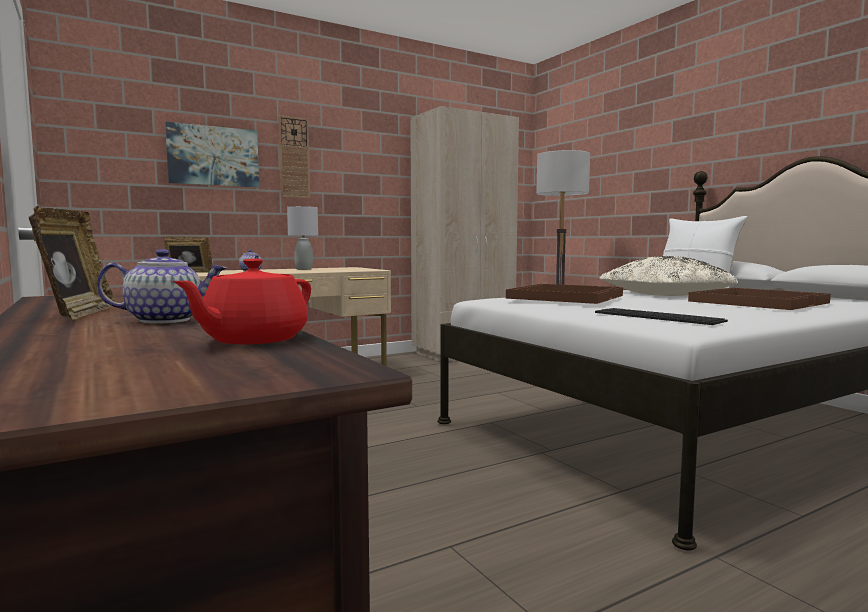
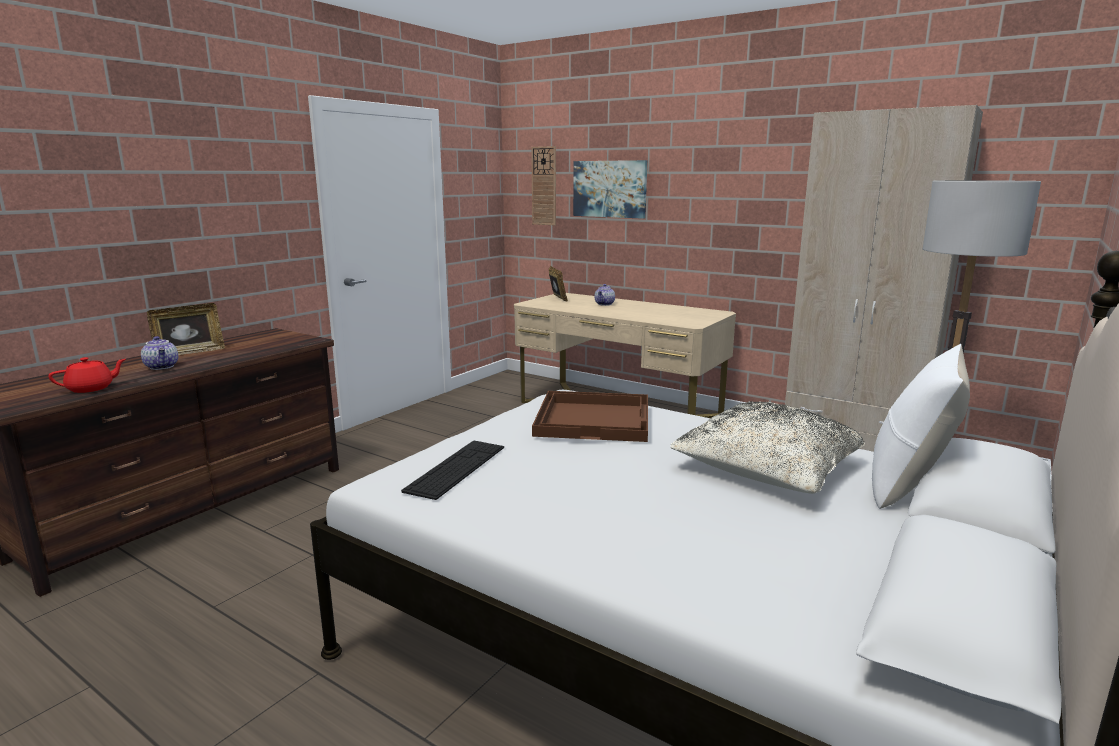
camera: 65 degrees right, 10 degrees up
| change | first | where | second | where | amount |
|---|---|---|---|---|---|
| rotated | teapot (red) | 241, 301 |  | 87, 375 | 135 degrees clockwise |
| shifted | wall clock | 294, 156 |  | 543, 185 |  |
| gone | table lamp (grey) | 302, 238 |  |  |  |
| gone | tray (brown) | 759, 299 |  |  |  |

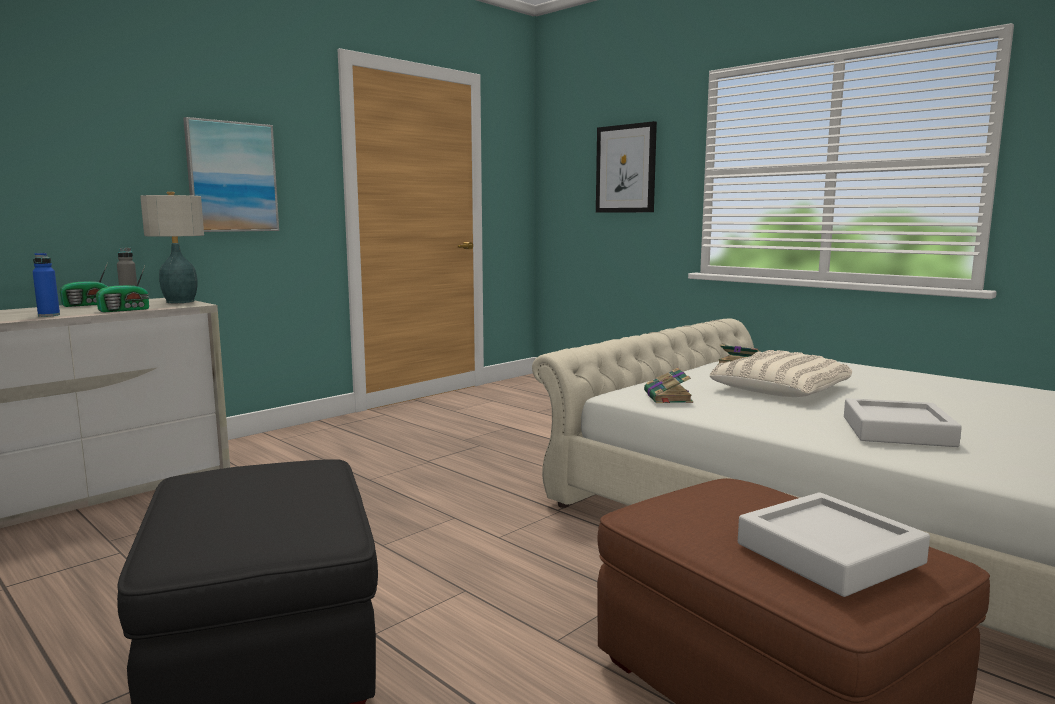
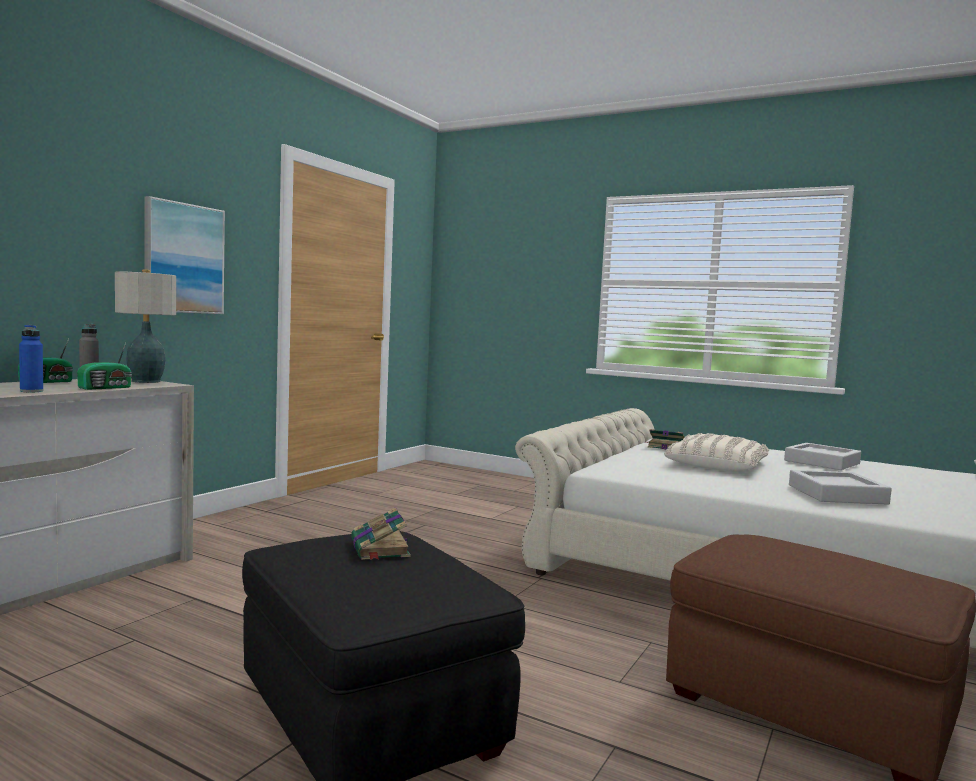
camera: 15 degrees left, 5 degrees down
| change | first | where | second | where | amount |
|---|---|---|---|---|---|
| shifted | book | 668, 385 |  | 381, 533 |  |
| shifted | tray (grey) | 834, 544 |  | 822, 456 |  |
| gone | picture | 626, 167 |  |  |  |

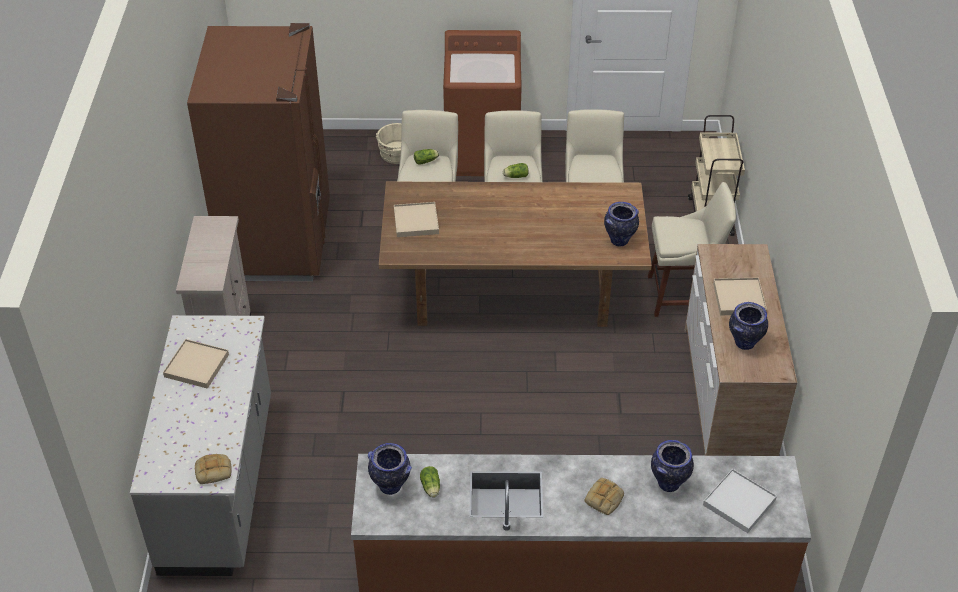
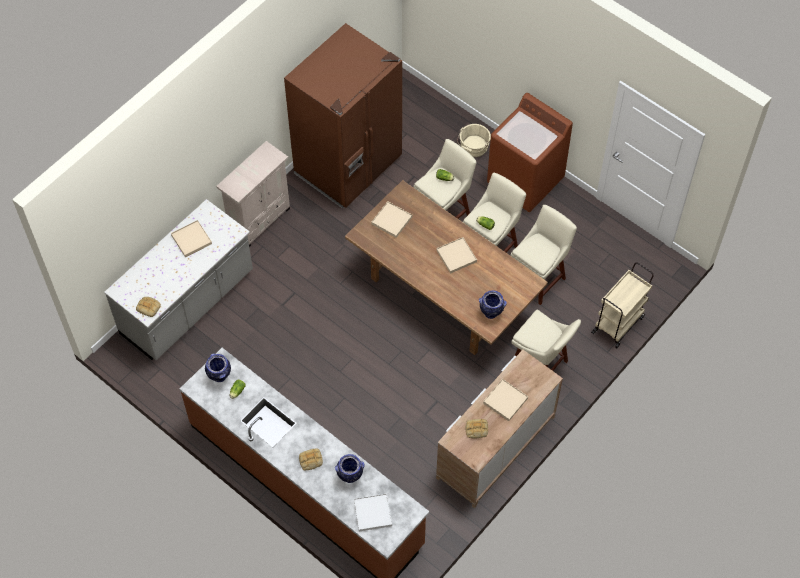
camera: 40 degrees right, 15 degrees up
| change | first | where | second | where | amount |
|---|---|---|---|---|---|
| new |  |  | tray (beige) | 457, 255 |  |
| swapped | vase | 748, 326 | bread | 477, 429 |  |

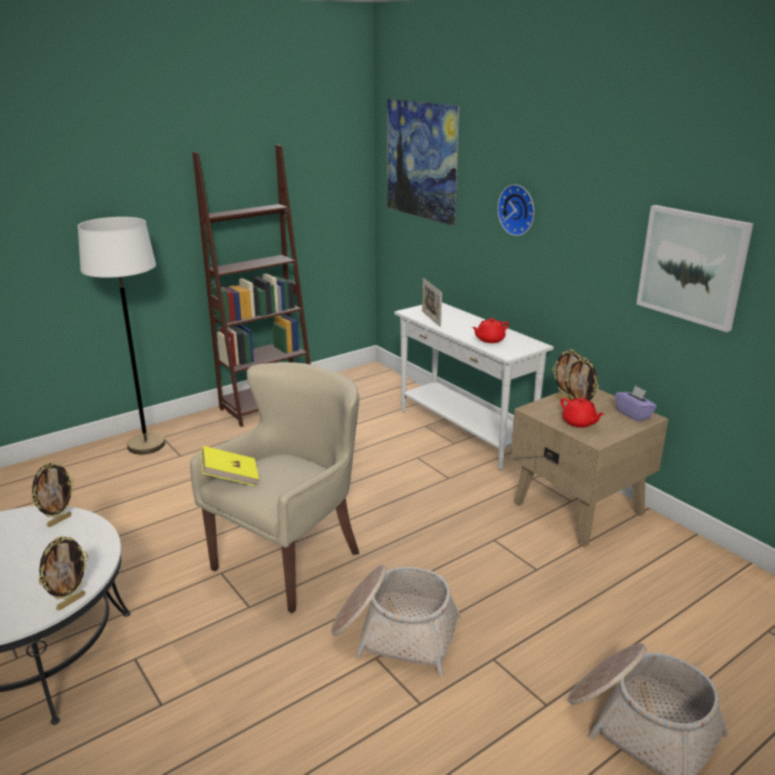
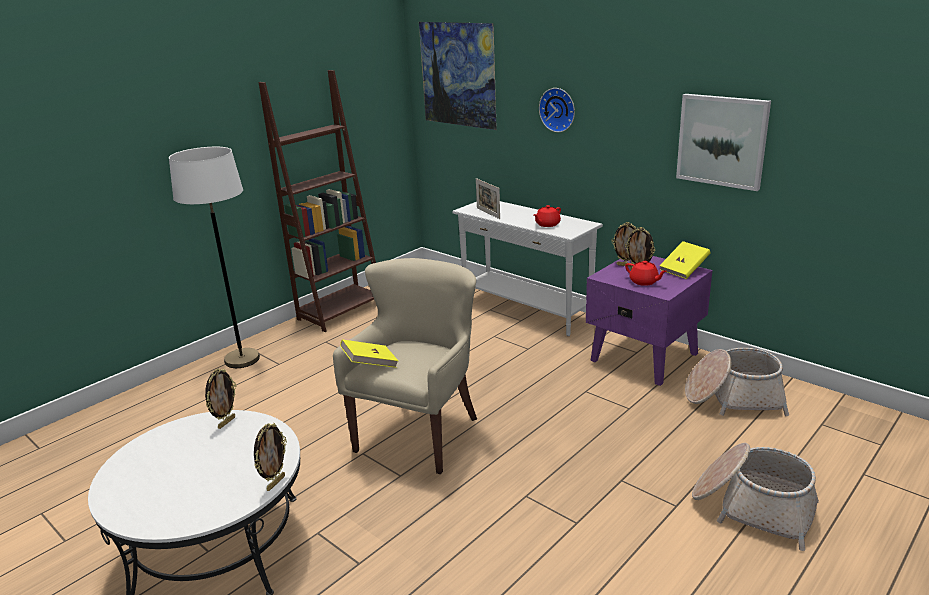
camera: 10 degrees left, 0 degrees up
| change | first | where | second | where | amount |
|---|---|---|---|---|---|
| repainted | nightstand (beige) | 589, 468 | nightstand (purple) | 649, 321 |  |
| swapped | tissue box (purple) | 636, 403 | book (yellow) | 685, 260 |  |
| shifted | basket | 396, 620 |  | 737, 382 |  |

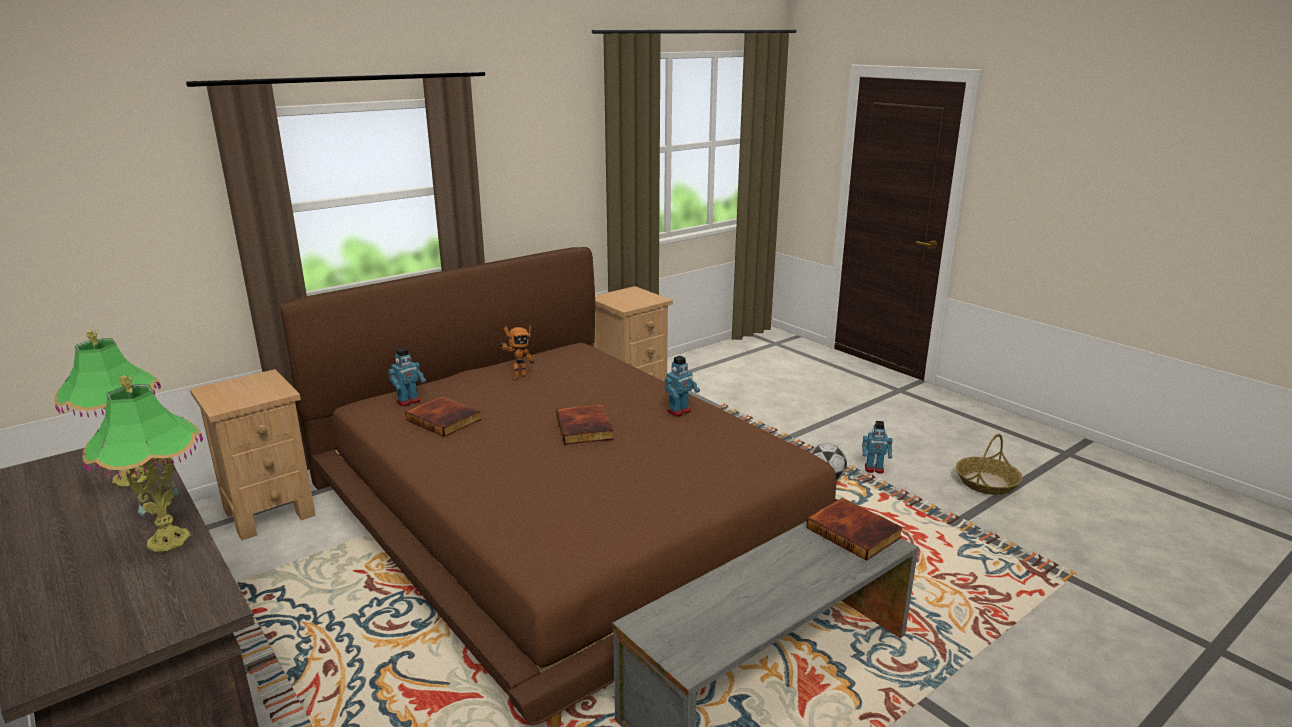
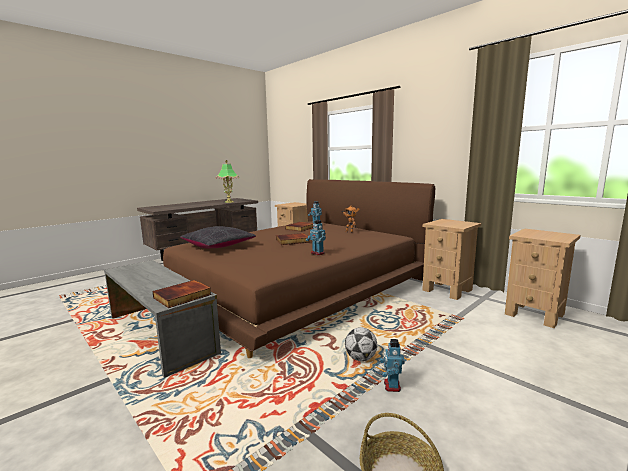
camera: 85 degrees right, 10 degrees down
| change | first | where | second | where | amount |
|---|---|---|---|---|---|
| new |  |  | pillow (black) | 218, 237 |  |
| new |  |  | nightstand (beige) | 542, 278 |  |
| gone | table lamp | 143, 463 |  |  |  |

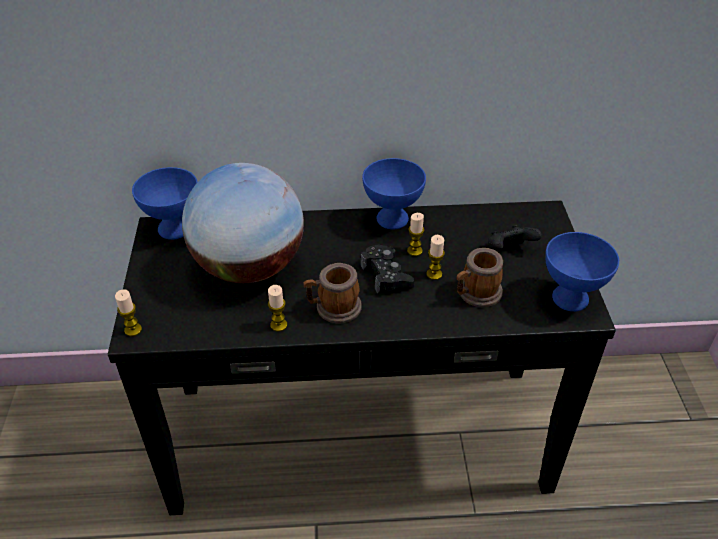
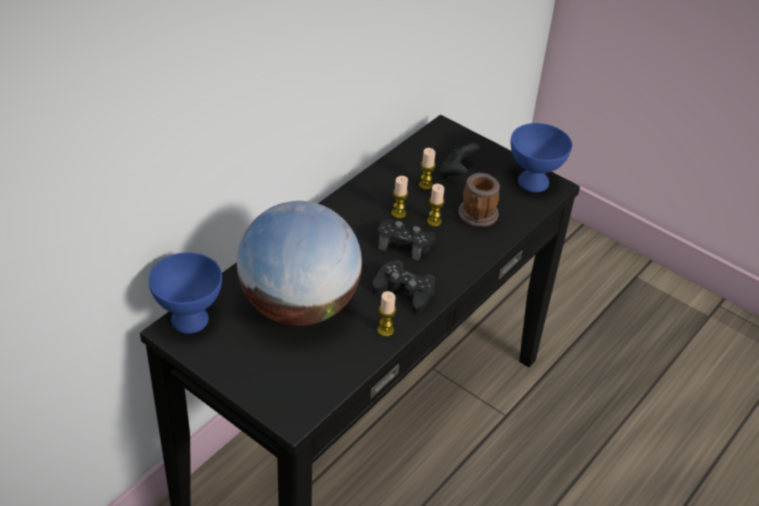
camera: 50 degrees left, 0 degrees up
| change | first | where | second | where | amount |
|---|---|---|---|---|---|
| swapped | mug | 332, 293 | game controller (black) | 403, 287 |  |
| shifted | candle | 128, 312 |  | 427, 169 |  |
| gone | bowl (blue) | 394, 194 |  |  |  |

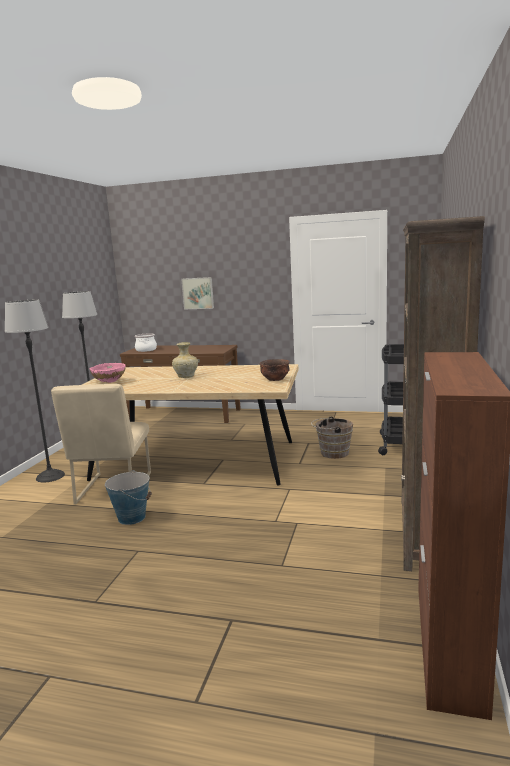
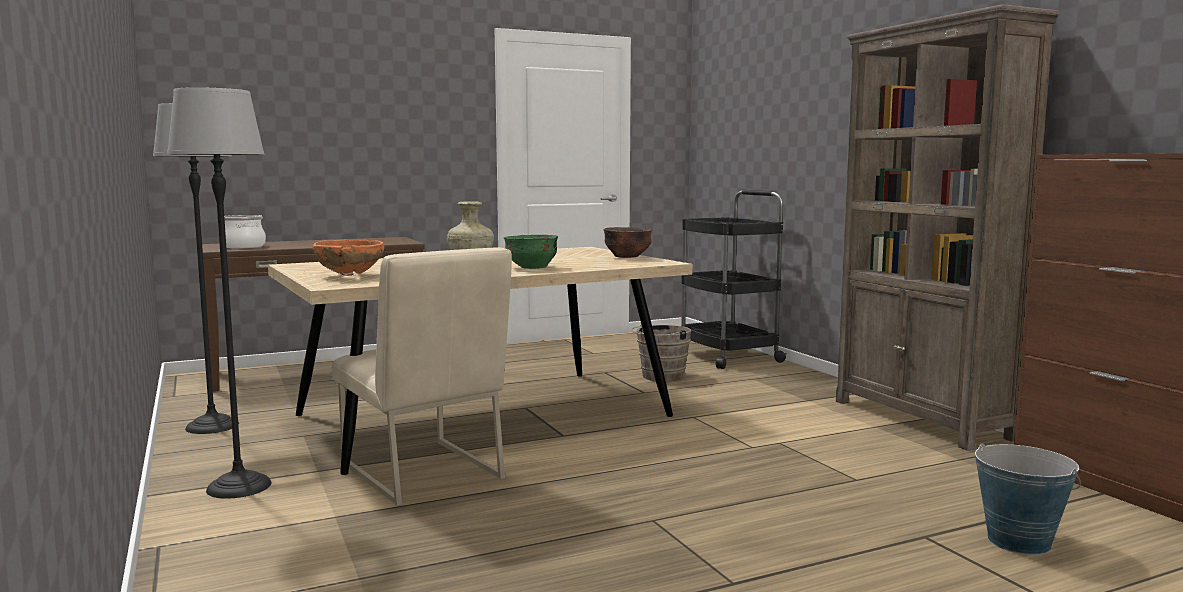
camera: 40 degrees left, 5 degrees down
| change | first | where | second | where | amount |
|---|---|---|---|---|---|
| repainted | bowl (pink) | 108, 373 | bowl (orange) | 348, 258 |  |
| new |  |  | bowl (green) | 531, 252 |  |
| shifted | bucket | 128, 497 |  | 1028, 499 |  |
| gone | picture | 197, 293 |  |  |  |

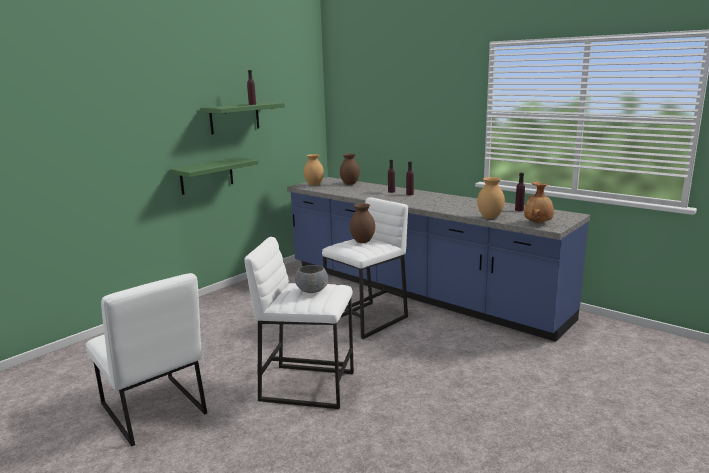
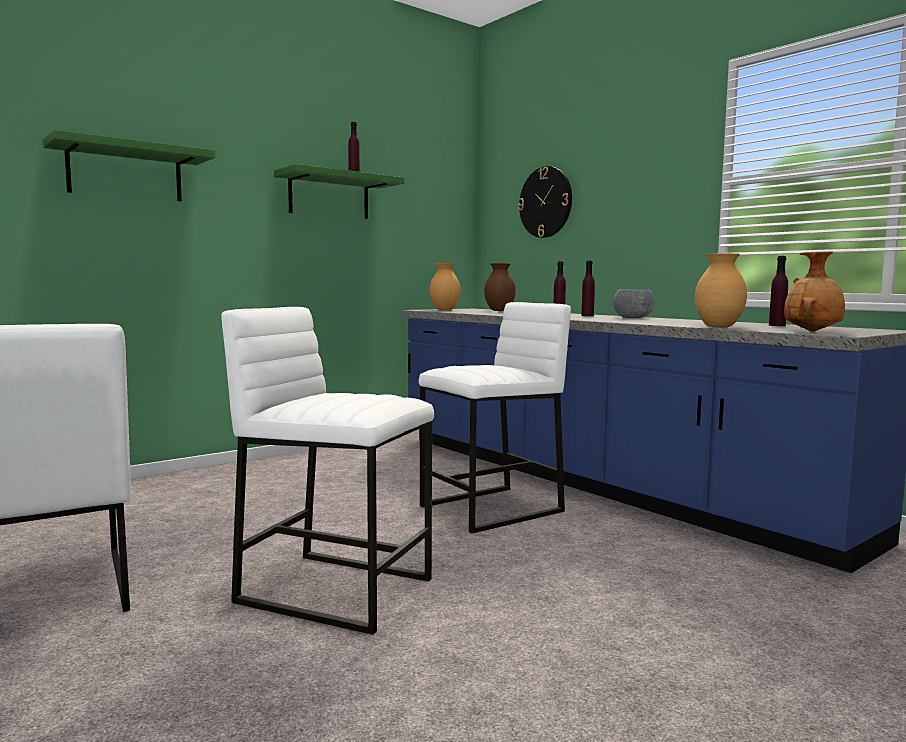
camera: 10 degrees right, 10 degrees down
| change | first | where | second | where | amount |
|---|---|---|---|---|---|
| shifted | shelf (green) | 214, 176 |  | 129, 166 |  |
| new |  |  | wall clock | 545, 202 |  |
| shifted | bowl (grey) | 311, 279 |  | 633, 303 |  |
| gone | vase (brown) | 362, 223 |  |  |  |

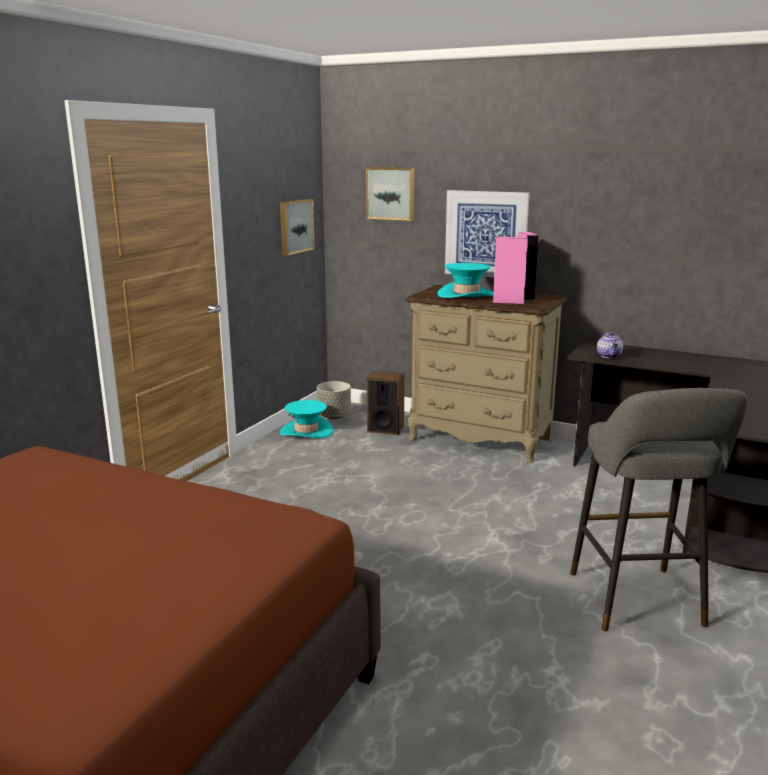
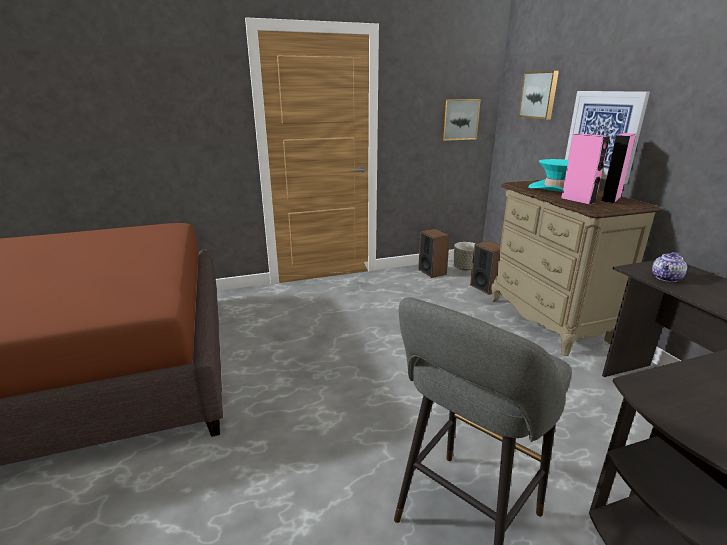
camera: 45 degrees right, 5 degrees up
| change | first | where | second | where | amount |
|---|---|---|---|---|---|
| swapped | hat (turquoise) | 306, 419 | speaker | 434, 253 |  |

